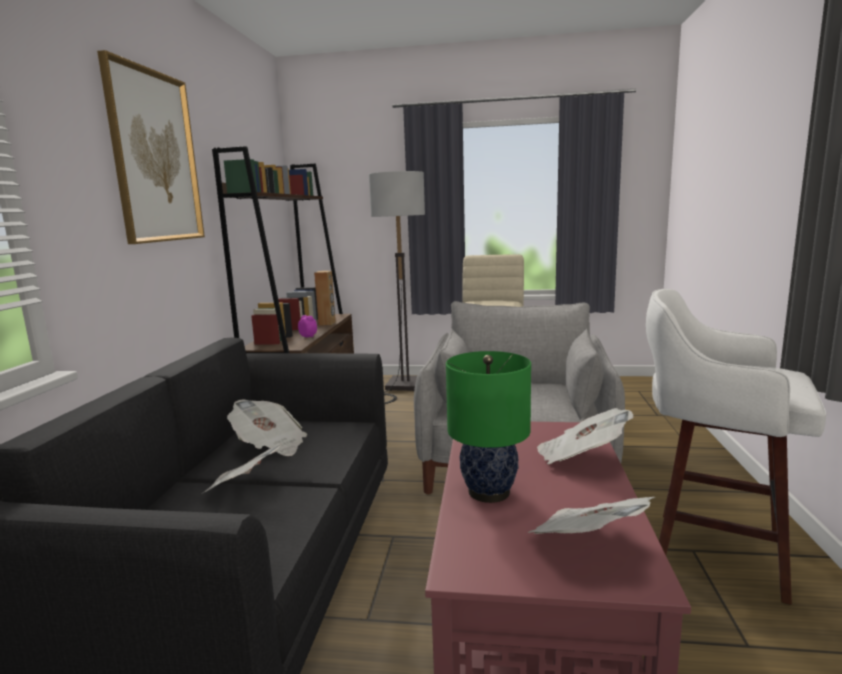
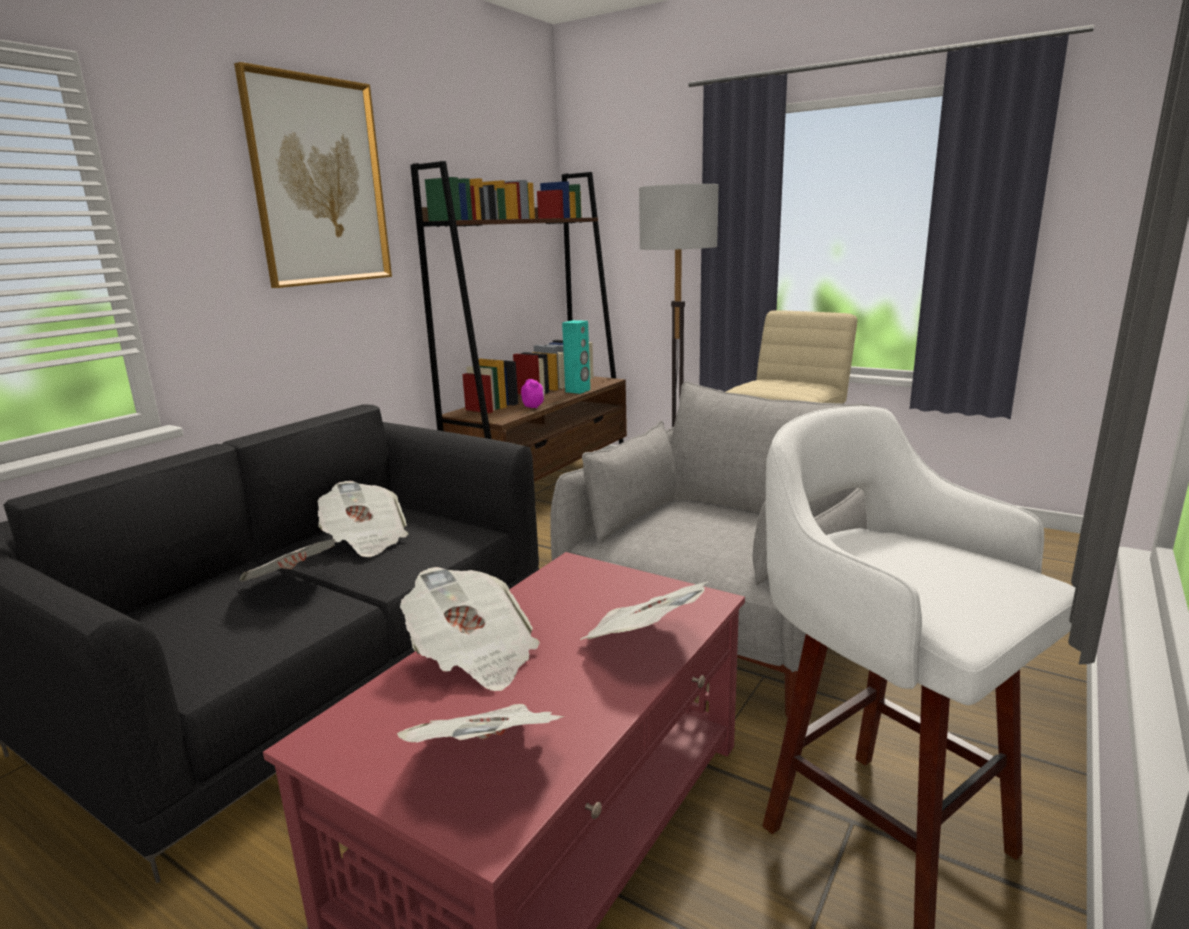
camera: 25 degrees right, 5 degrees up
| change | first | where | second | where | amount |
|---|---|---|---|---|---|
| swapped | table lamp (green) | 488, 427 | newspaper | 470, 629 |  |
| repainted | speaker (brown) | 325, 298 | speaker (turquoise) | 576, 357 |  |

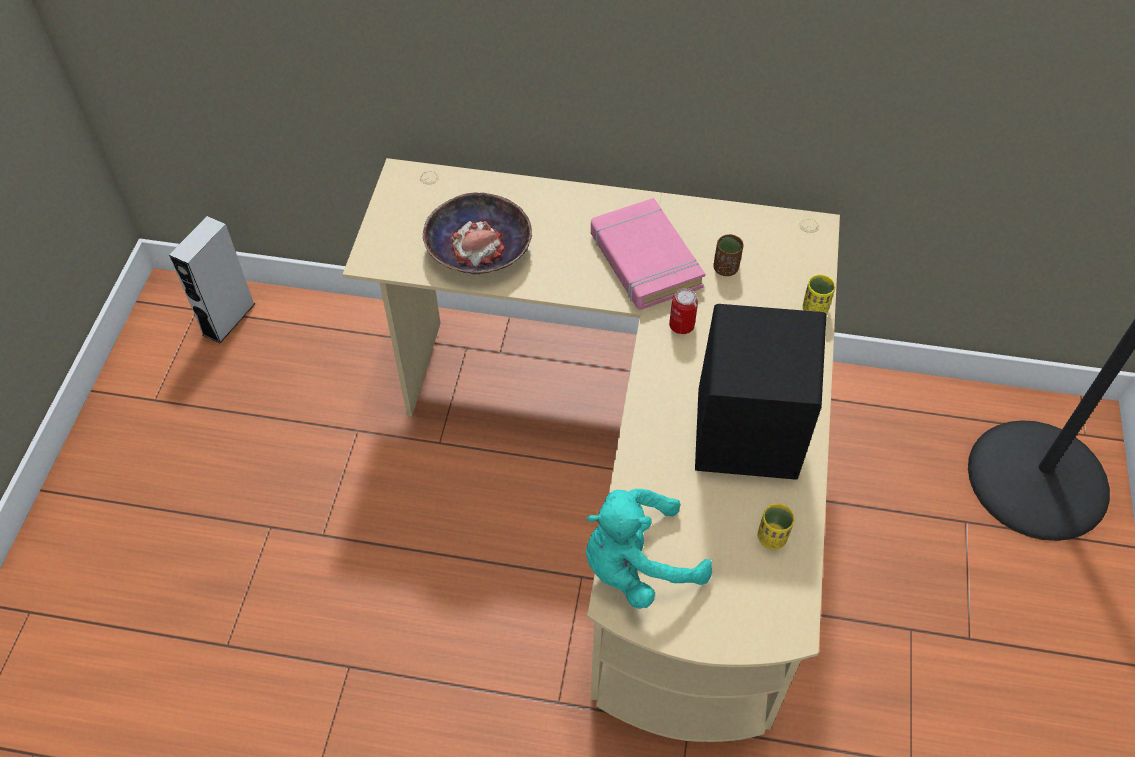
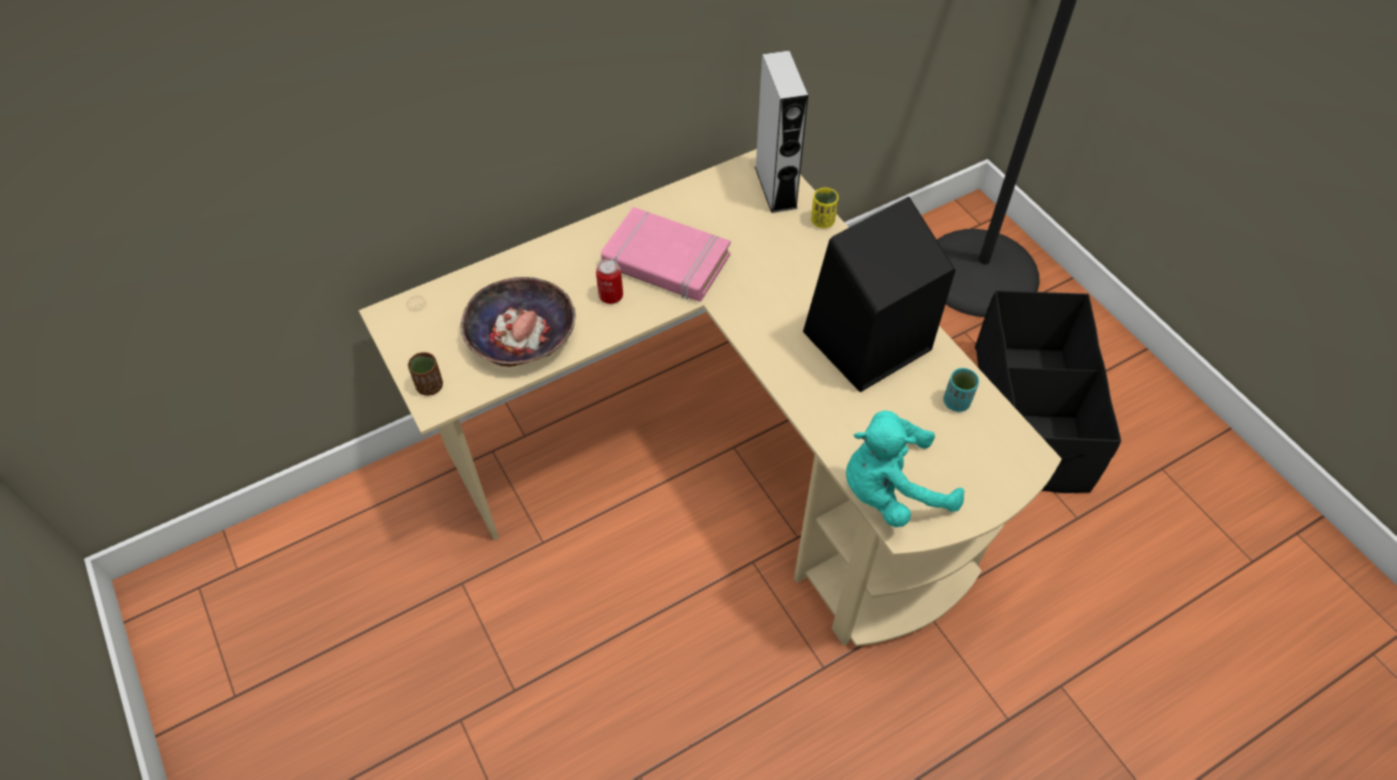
camera: 40 degrees left, 0 degrees up
| change | first | where | second | where | amount |
|---|---|---|---|---|---|
| shifted | cup (brown) | 728, 255 |  | 425, 374 |  |
| shifted | can | 683, 311 |  | 609, 281 |  |
| shifted | speaker (grey) | 212, 279 |  | 781, 132 |  |
| rotated | plush toy (turquoise) | 649, 549 |  | 905, 469 | 45 degrees clockwise |
| repainted | cup (yellow) | 776, 526 | cup (turquoise) | 961, 390 |  |
| new |  |  | storage box (black) | 1048, 392 |  |

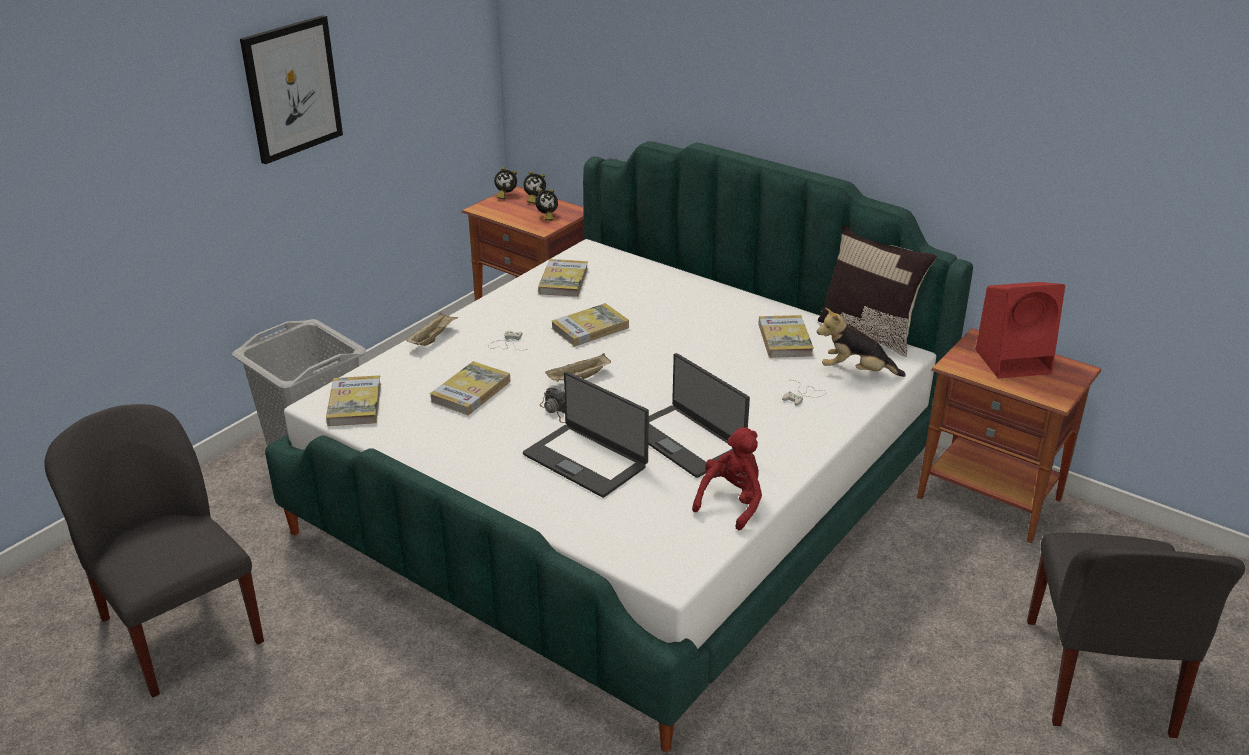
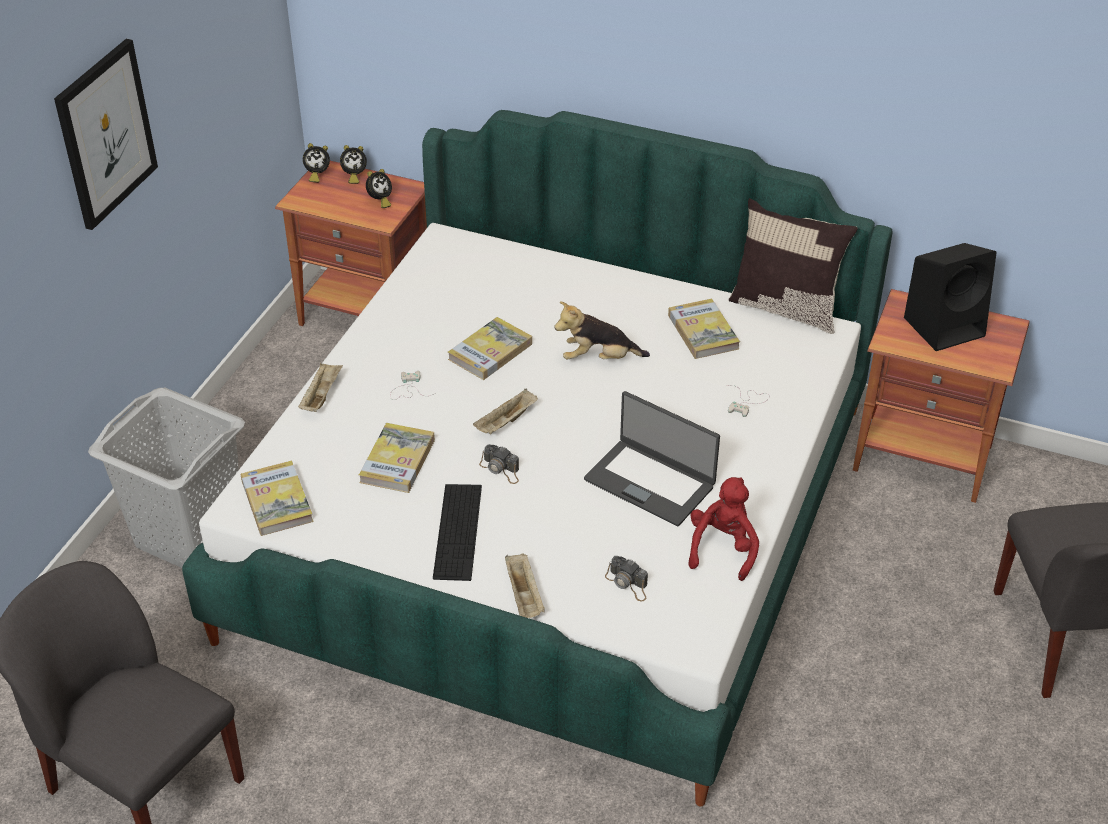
camera: 15 degrees left, 10 degrees up
| change | first | where | second | where | amount |
|---|---|---|---|---|---|
| new |  |  | keyboard | 457, 532 |  |
| new |  |  | tray (beige) | 525, 585 |  |
| shifted | plush toy | 861, 342 |  | 602, 330 |  |
| new |  |  | photo camera | 626, 579 |  |
| repainted | speaker (red) | 1020, 330 | speaker (black) | 950, 297 |  |
| gone | laptop | 586, 435 |  |  |  |
| gone | book | 563, 278 |  |  |  |

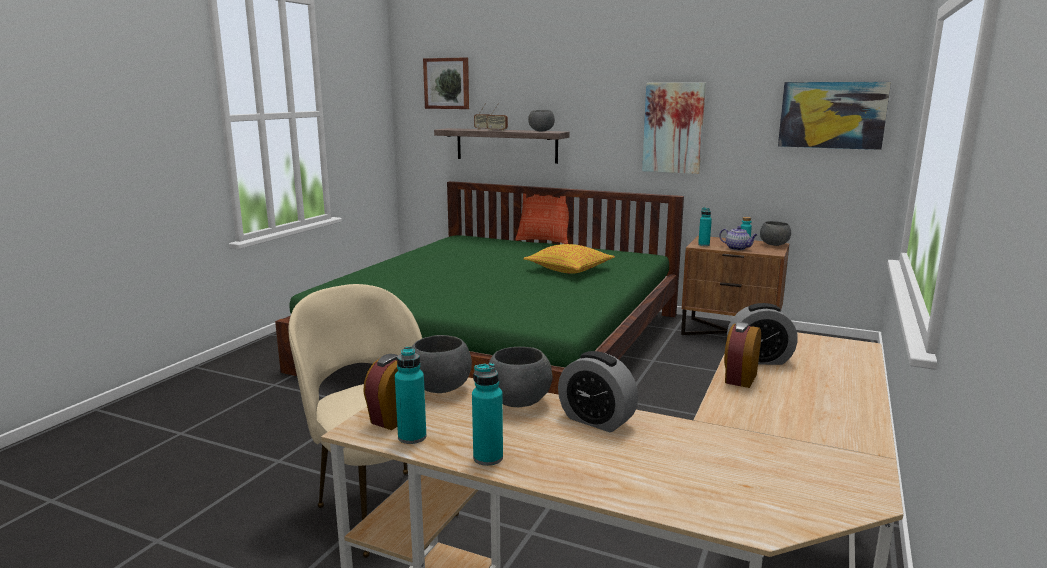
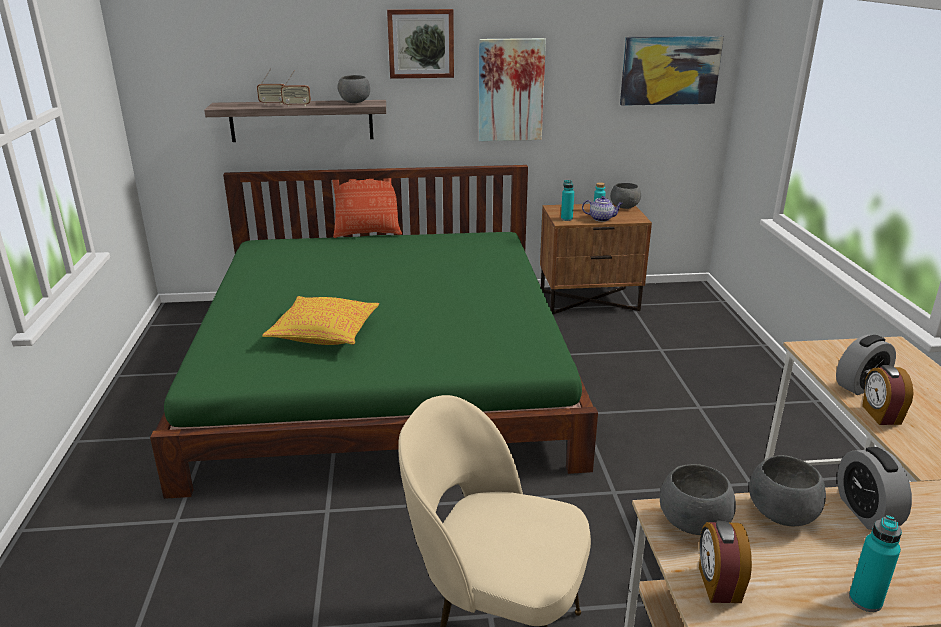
camera: 30 degrees left, 10 degrees up
| change | first | where | second | where | amount |
|---|---|---|---|---|---|
| shifted | pillow (yellow) | 569, 259 |  | 320, 320 |  |
| shifted | picture | 446, 83 |  | 420, 44 |  |
| rotated | alarm clock | 598, 392 |  | 875, 488 | 75 degrees clockwise |
| gone | bottle (turquoise) | 410, 395 |  |  |  |

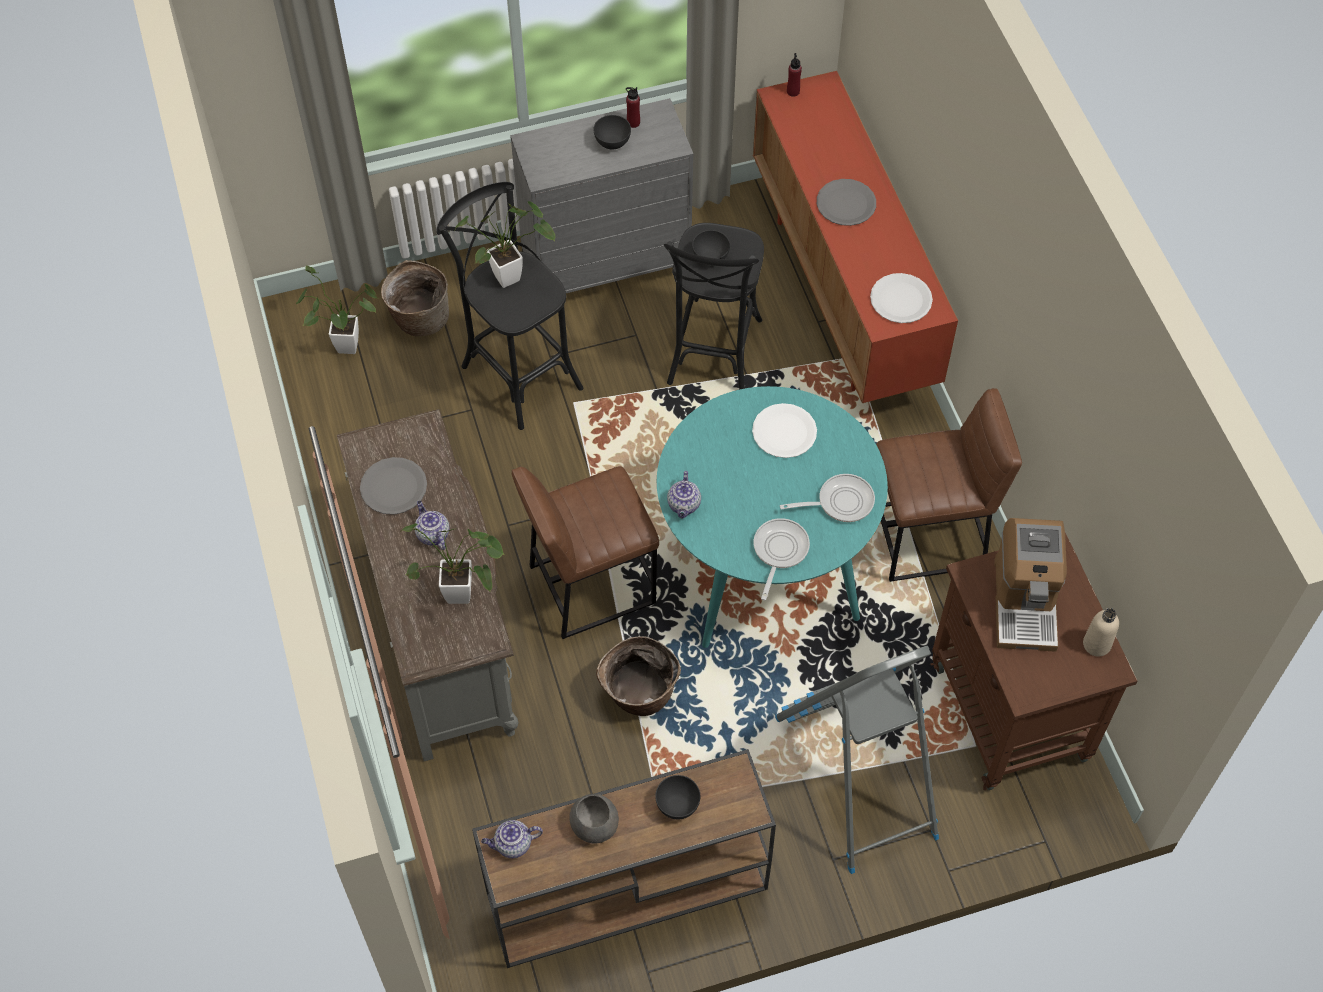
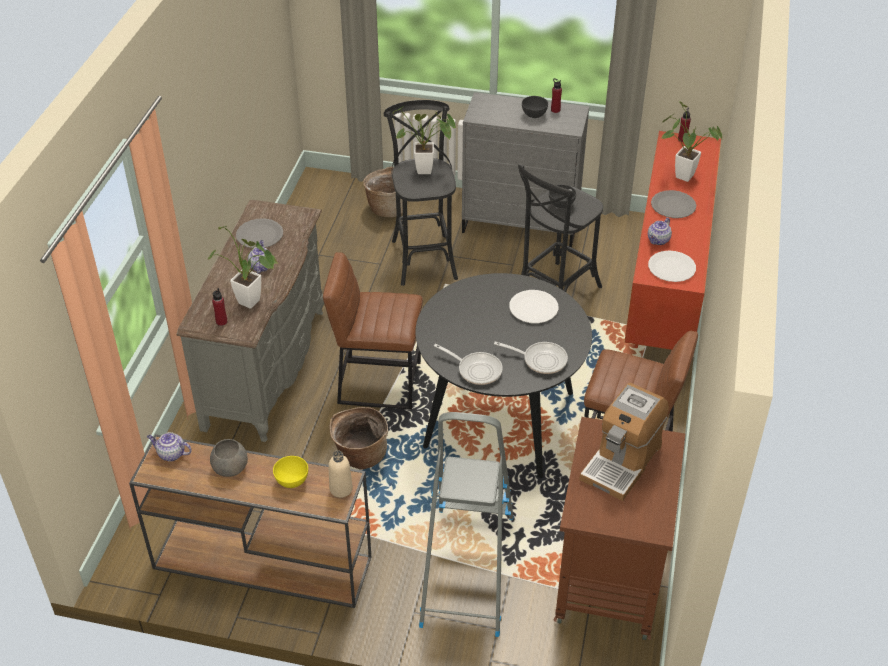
camera: 30 degrees right, 15 degrees down
| change | first | where | second | where | amount |
|---|---|---|---|---|---|
| new |  |  | bottle (red) | 219, 307 |  |
| repainted | bowl (grey) | 677, 797 | bowl (yellow) | 290, 472 |  |
| shifted | bottle (beige) | 1101, 632 |  | 340, 474 |  |
| repainted | dining table (turquoise) | 772, 517 | dining table (black) | 503, 375 |  |
| rotated | frying pan | 781, 559 |  | 468, 364 | 75 degrees clockwise |
| shifted | teapot | 684, 494 |  | 660, 231 |  |
| shifted | potted plant | 337, 310 |  | 691, 141 |  |

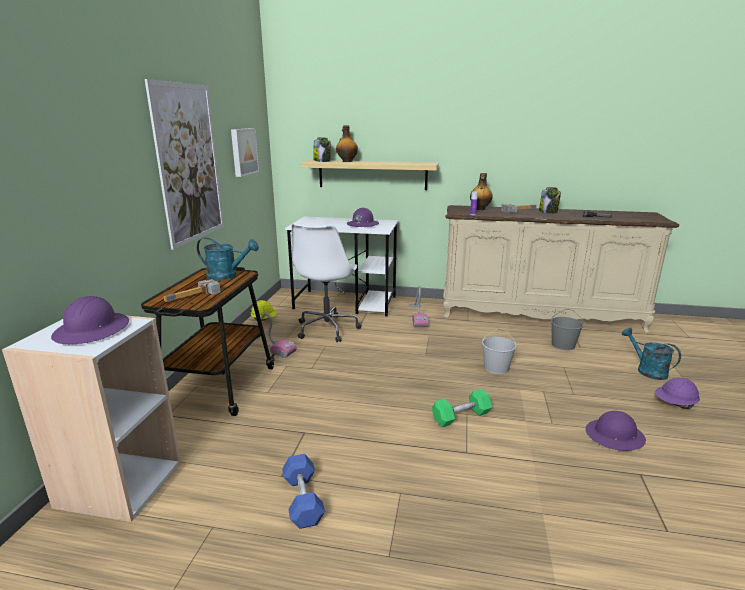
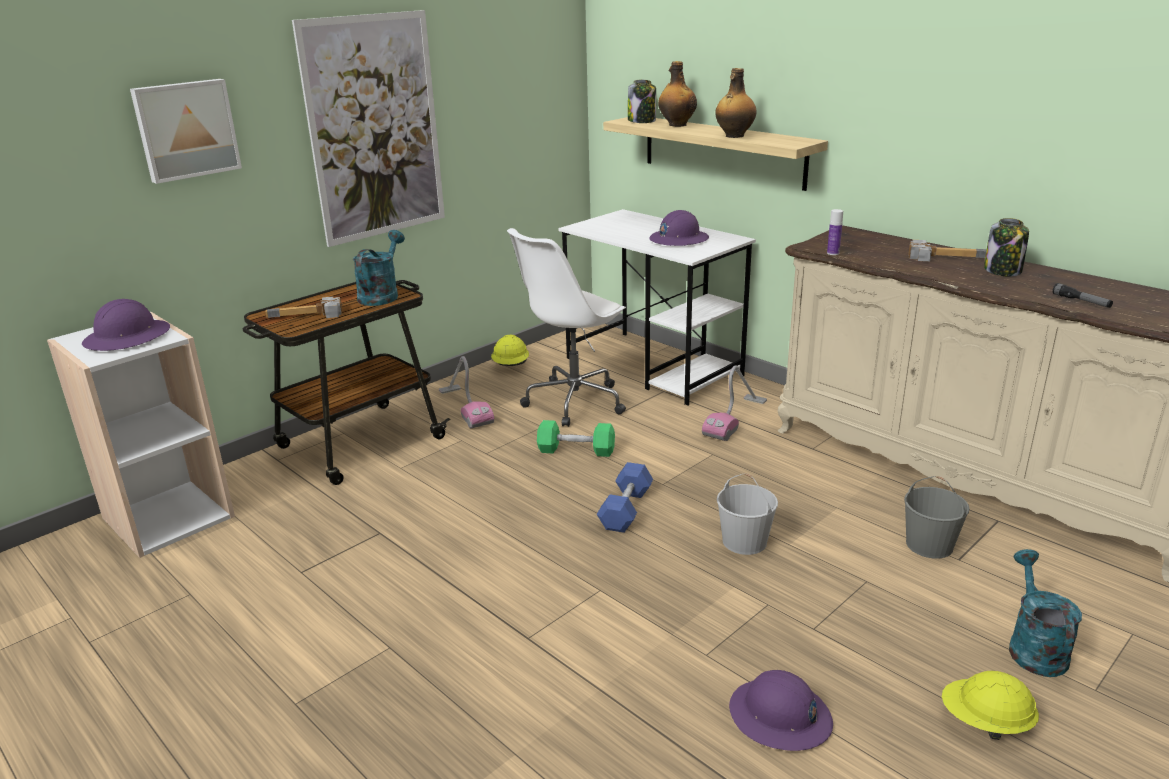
camera: 35 degrees right, 5 degrees up
| change | first | where | second | where | amount |
|---|---|---|---|---|---|
| shifted | picture | 245, 152 |  | 186, 131 |  |
| rotated | watering can (turquoise) | 228, 259 |  | 379, 268 | 120 degrees counterclockwise |
| shifted | dumbbell (green) | 462, 408 |  | 576, 438 |  |
| shifted | dumbbell (blue) | 303, 491 |  | 625, 497 |  |
| shifted | bottle | 481, 191 |  | 736, 103 |  |
| repainted | hard hat (purple) | 677, 393 | hard hat (yellow) | 990, 705 |  |

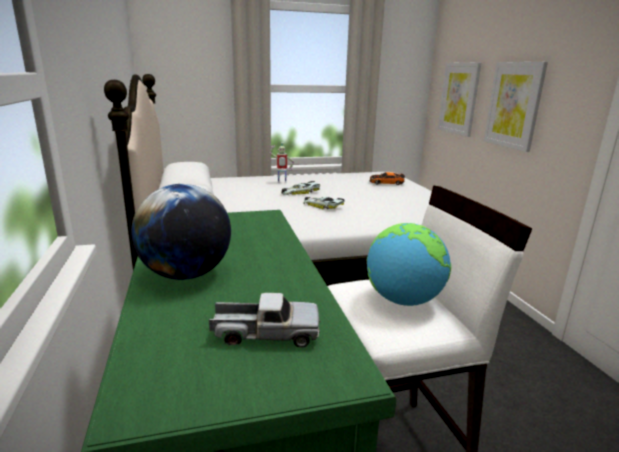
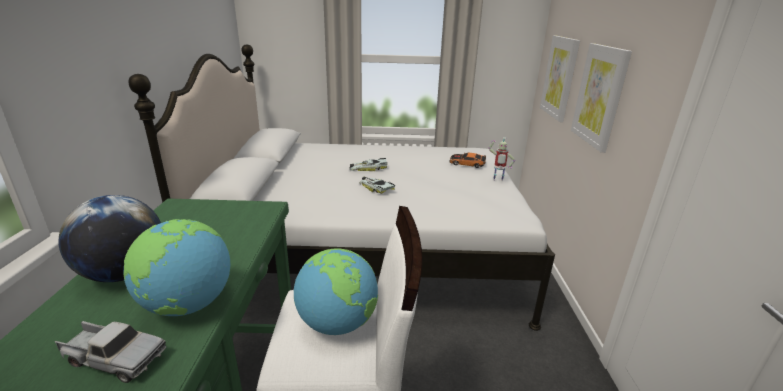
camera: 15 degrees right, 5 degrees up
| change | first | where | second | where | amount |
|---|---|---|---|---|---|
| new |  |  | globe | 177, 267 |  |
| shifted | toy robot | 282, 163 |  | 501, 159 |  |

